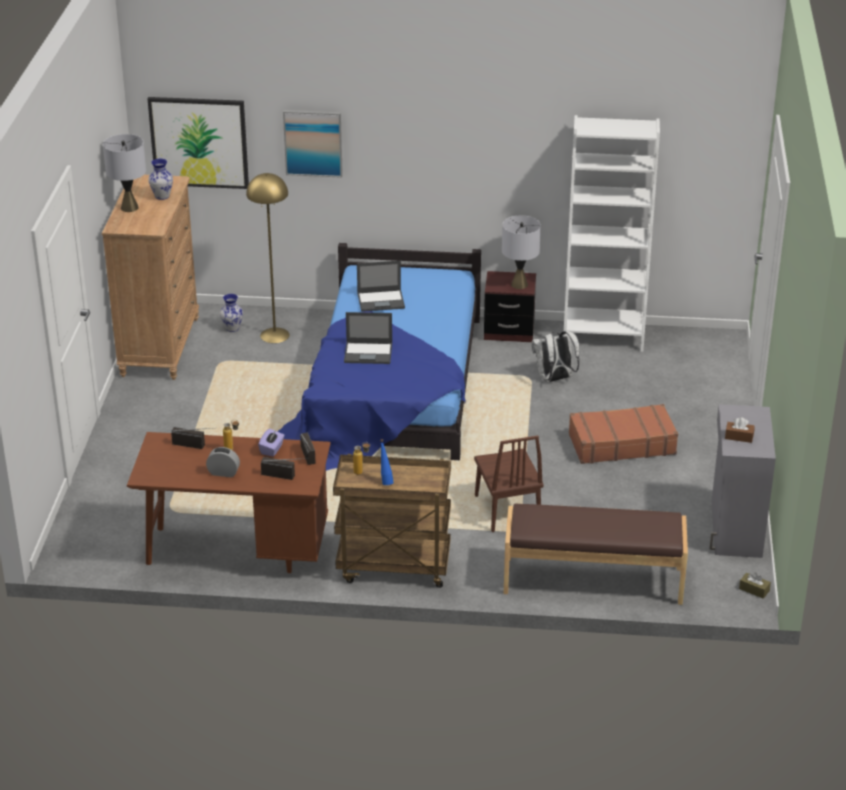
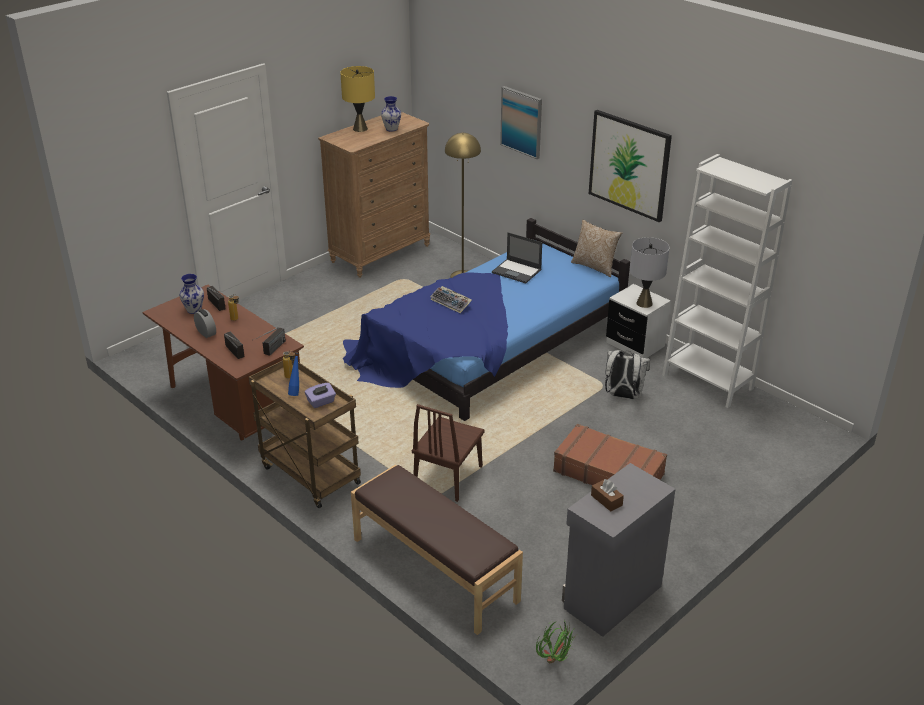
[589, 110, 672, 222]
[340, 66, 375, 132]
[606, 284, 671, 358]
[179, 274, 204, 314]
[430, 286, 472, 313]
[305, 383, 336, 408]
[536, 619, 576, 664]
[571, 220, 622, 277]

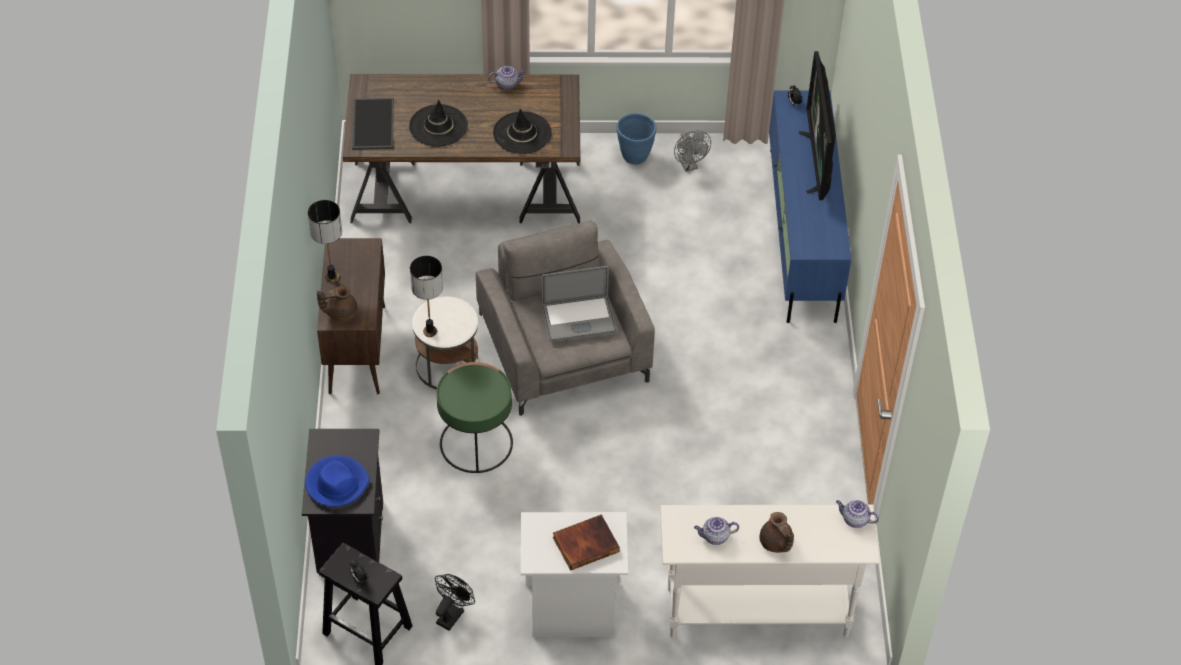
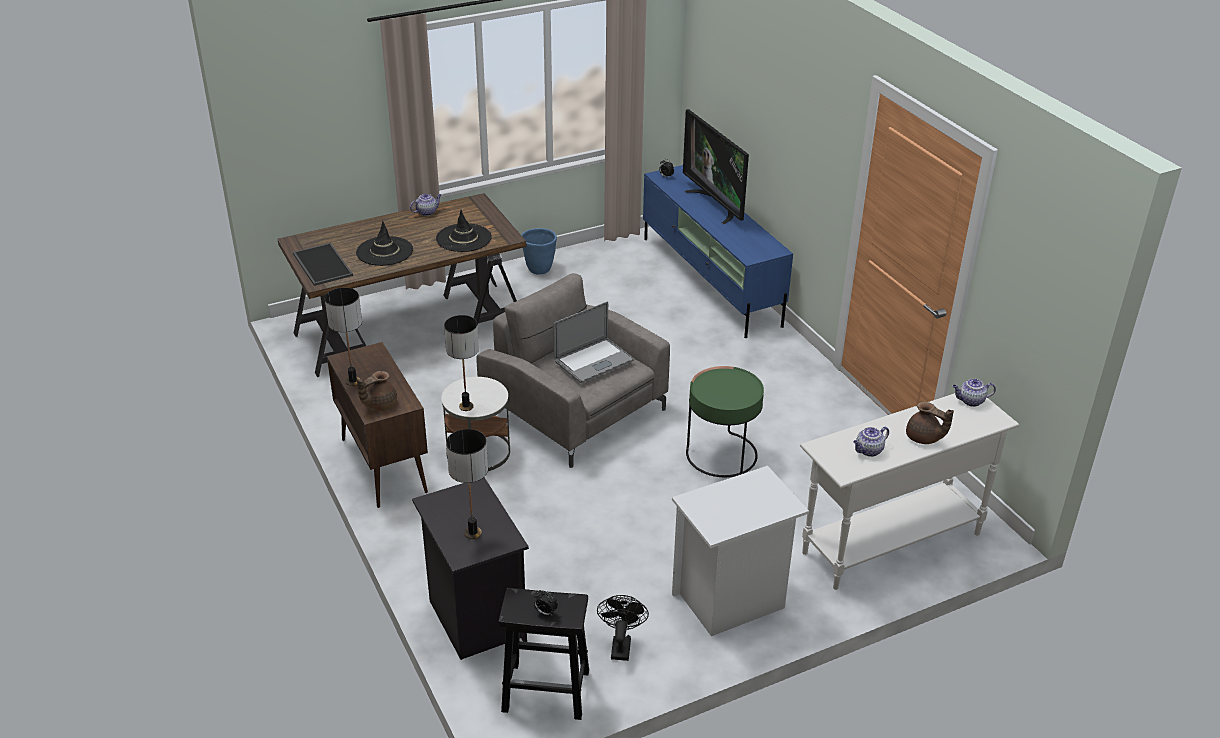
[674, 131, 711, 172] (first image)
[686, 366, 764, 477]
[446, 429, 488, 539]
[553, 514, 620, 571] (first image)

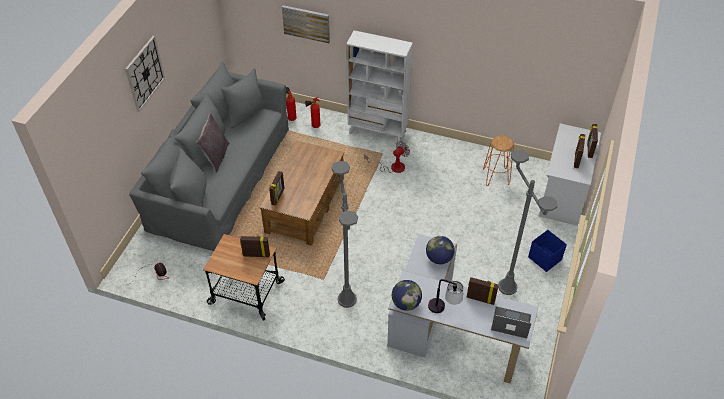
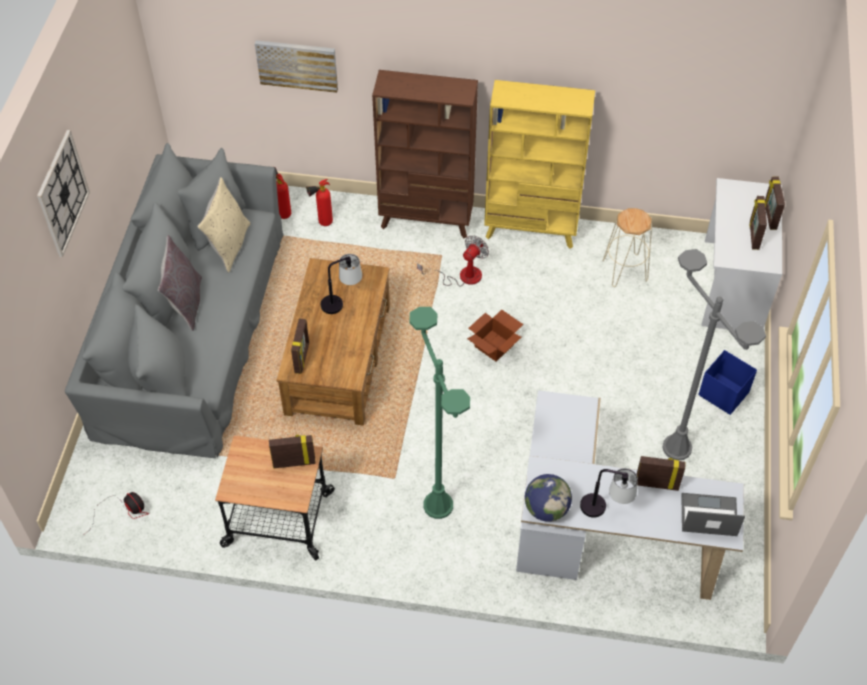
[372, 70, 478, 238]
[603, 208, 652, 287]
[409, 307, 470, 519]
[426, 236, 455, 264] (first image)
[484, 80, 595, 249]
[197, 177, 251, 272]
[320, 254, 362, 314]
[467, 309, 523, 361]

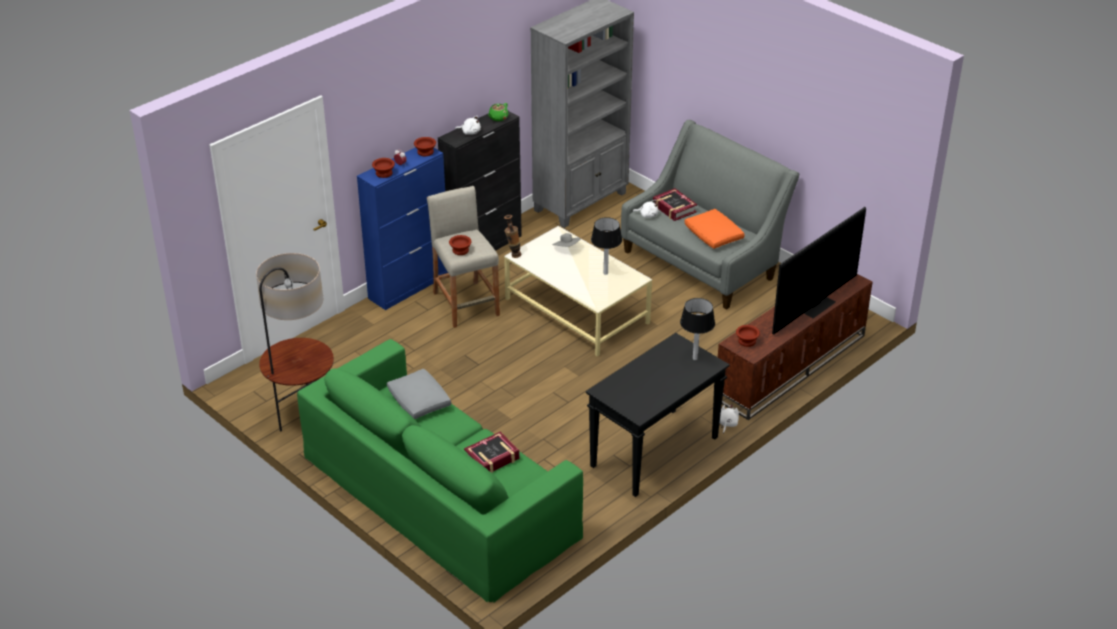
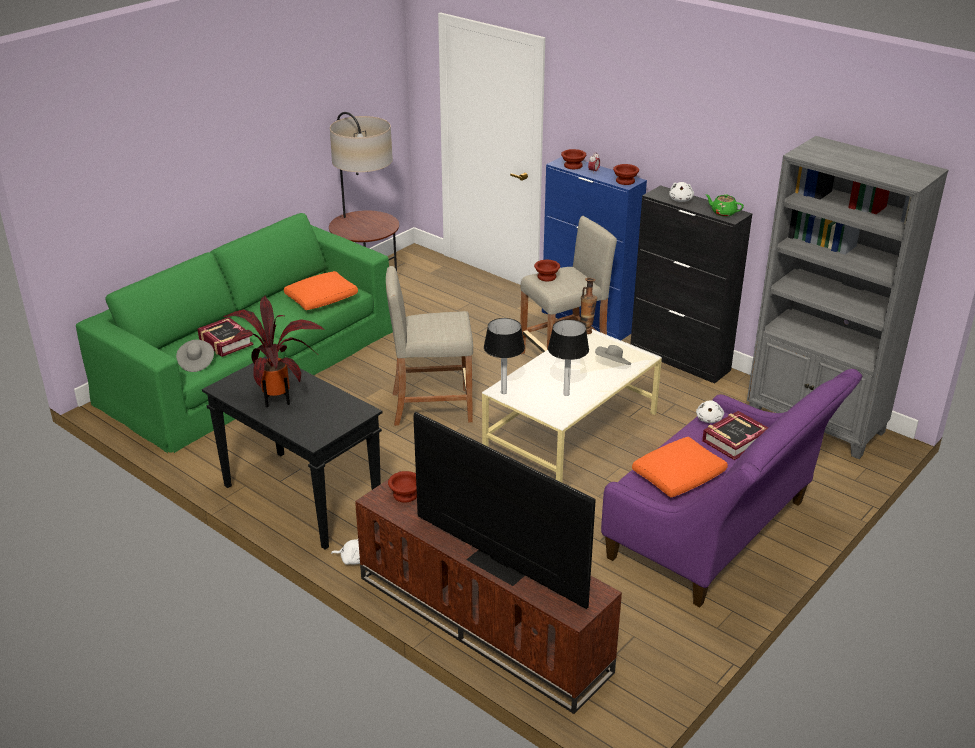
[601, 369, 862, 607]
[484, 318, 525, 394]
[284, 271, 358, 310]
[386, 266, 473, 426]
[223, 295, 324, 407]
[176, 339, 214, 372]

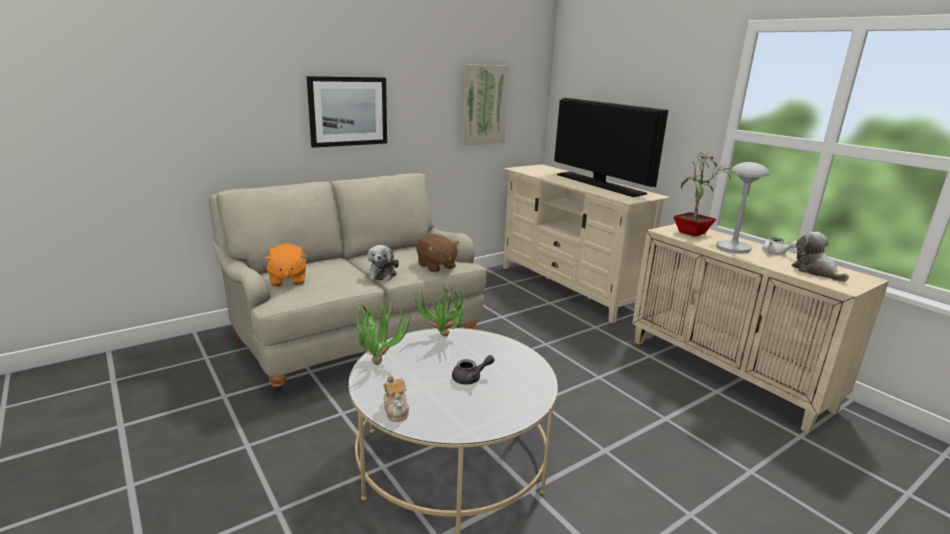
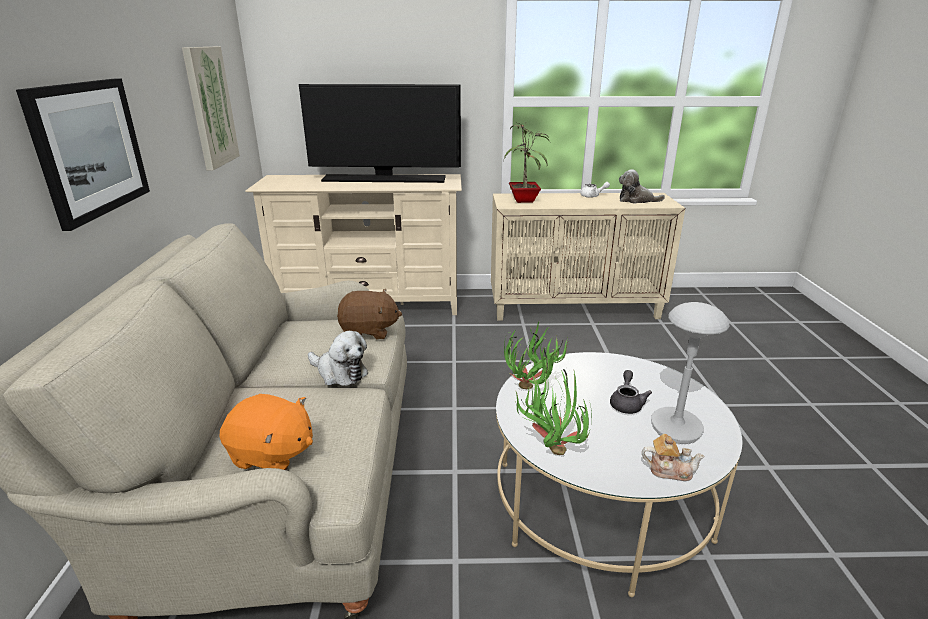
[651, 302, 730, 444]

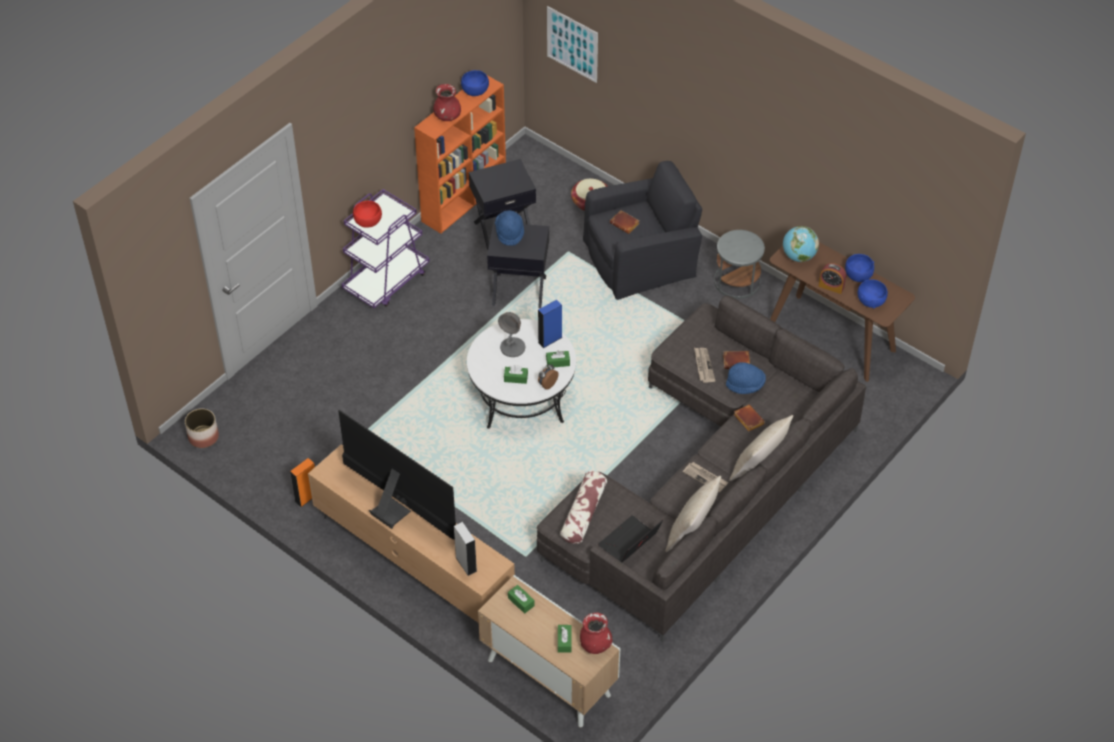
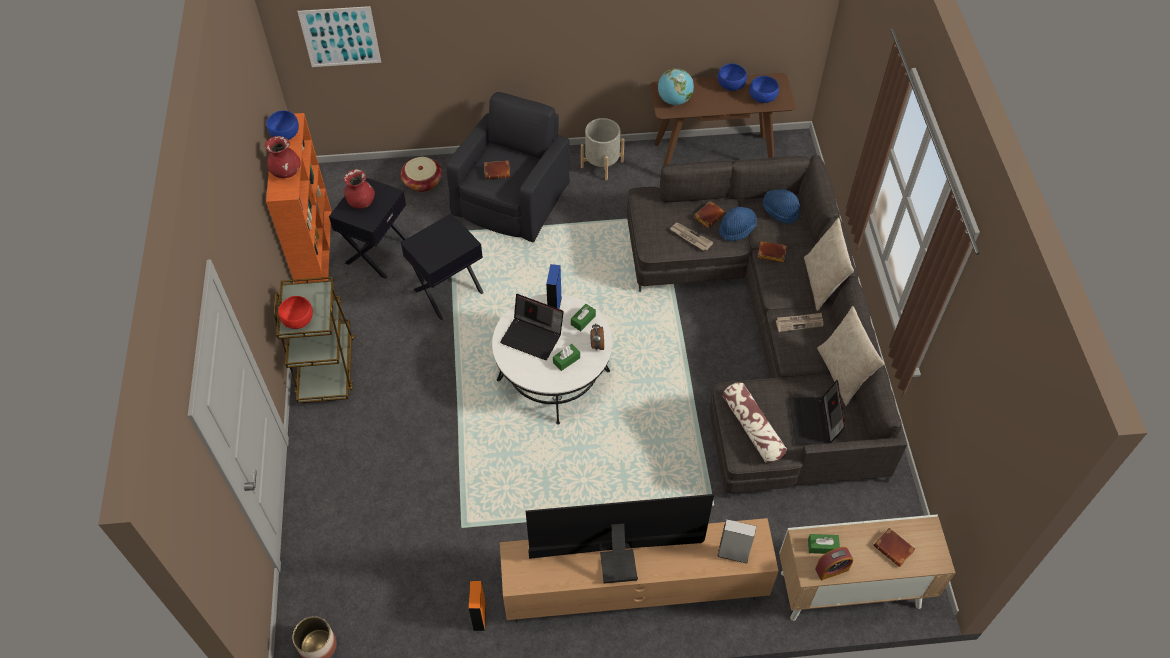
[274, 277, 355, 403]
[763, 189, 800, 224]
[581, 118, 624, 180]
[815, 547, 853, 580]
[500, 294, 564, 360]
[344, 169, 375, 209]
[873, 528, 915, 567]

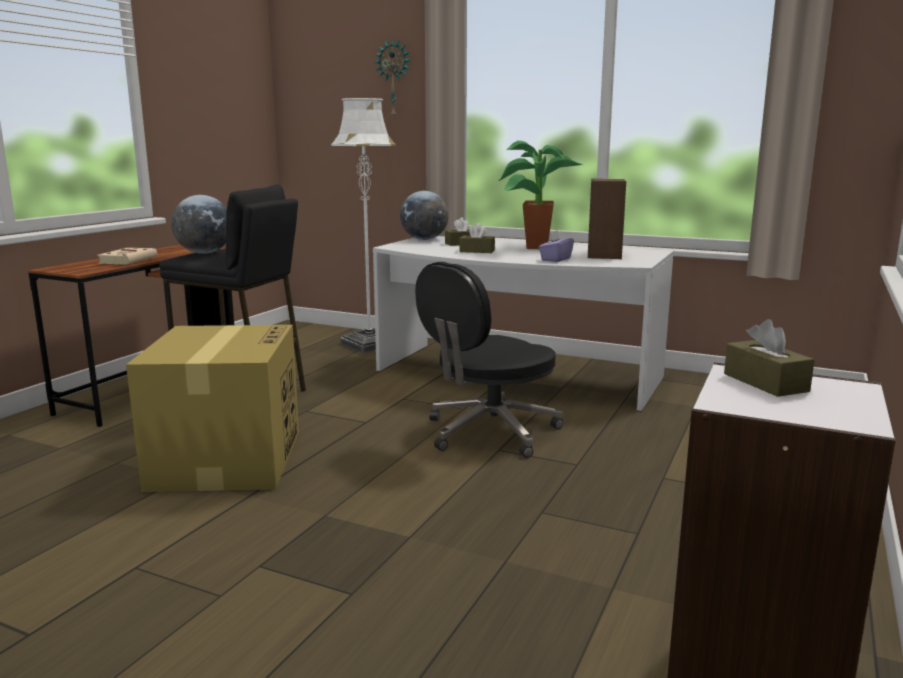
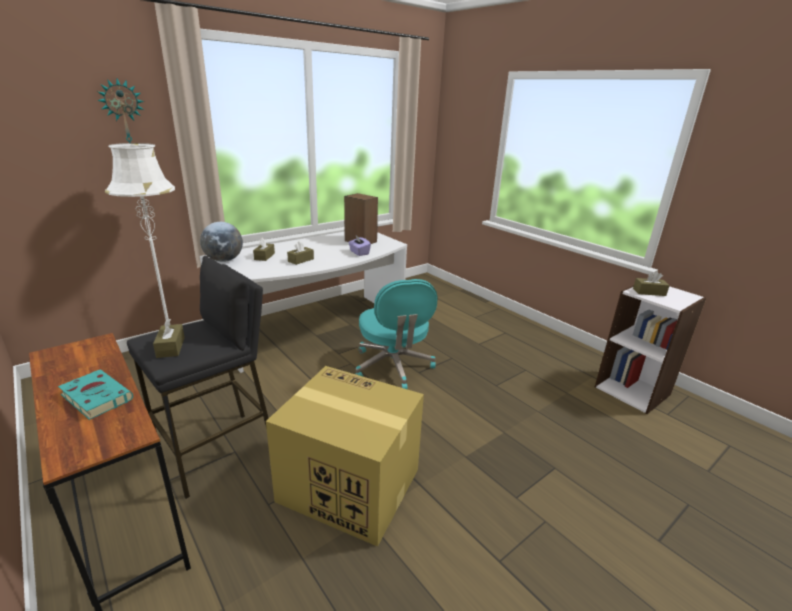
[499, 141, 583, 249] (first image)
[153, 319, 185, 358]
[58, 370, 133, 420]
[356, 279, 438, 389]

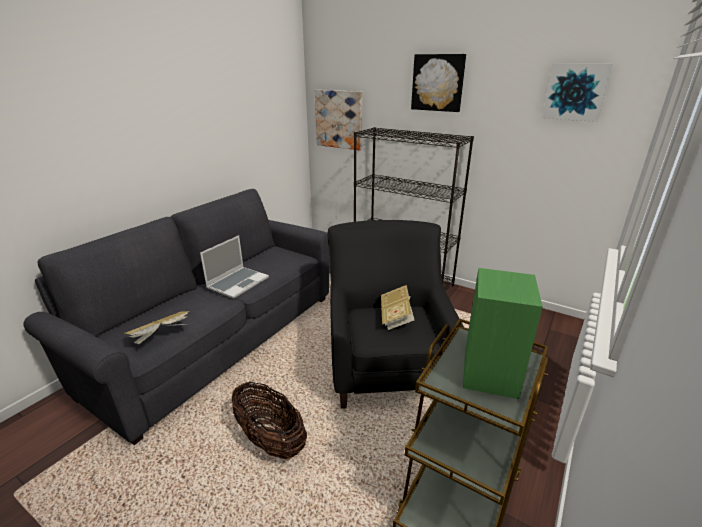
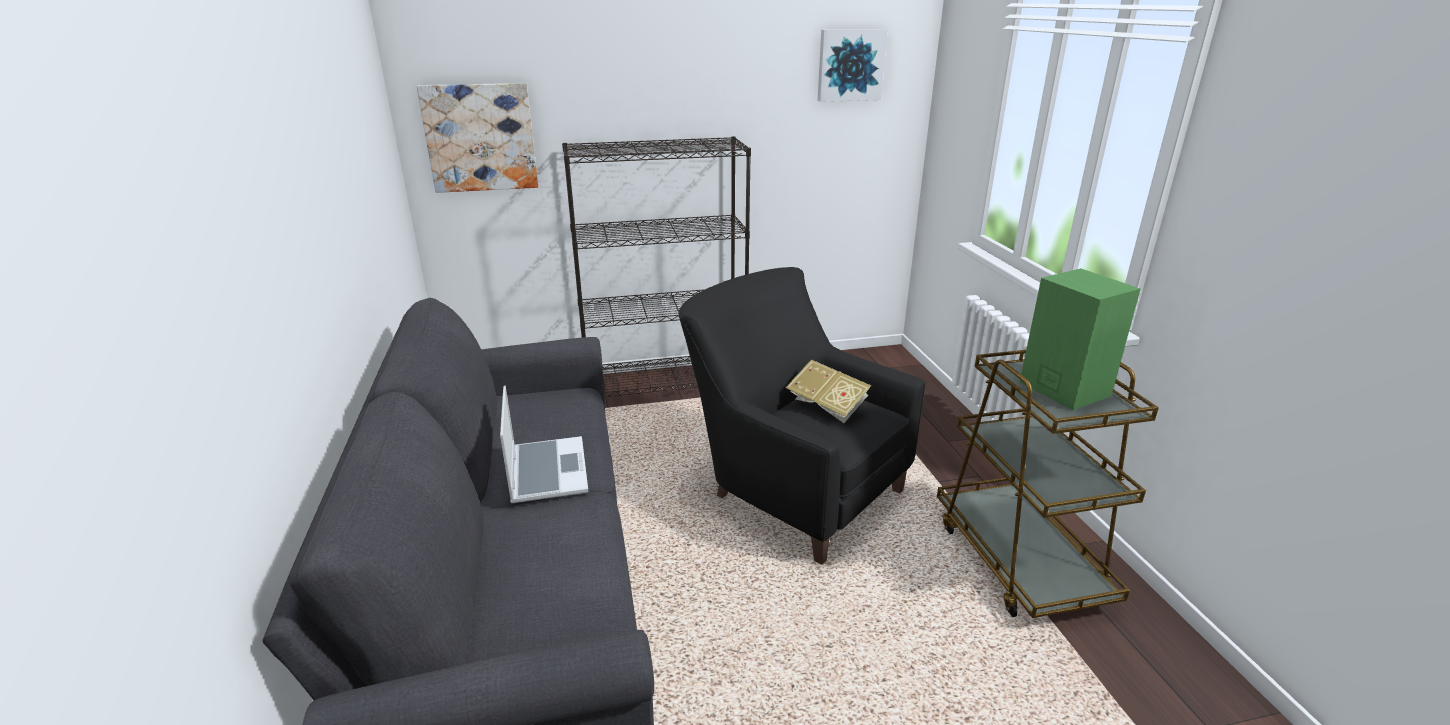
[411, 54, 466, 112] (first image)
[124, 311, 189, 344] (first image)
[232, 382, 307, 460] (first image)

